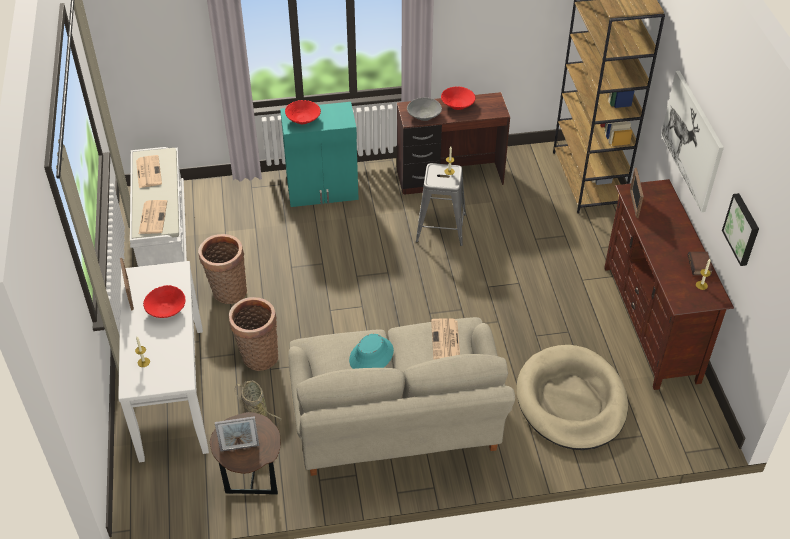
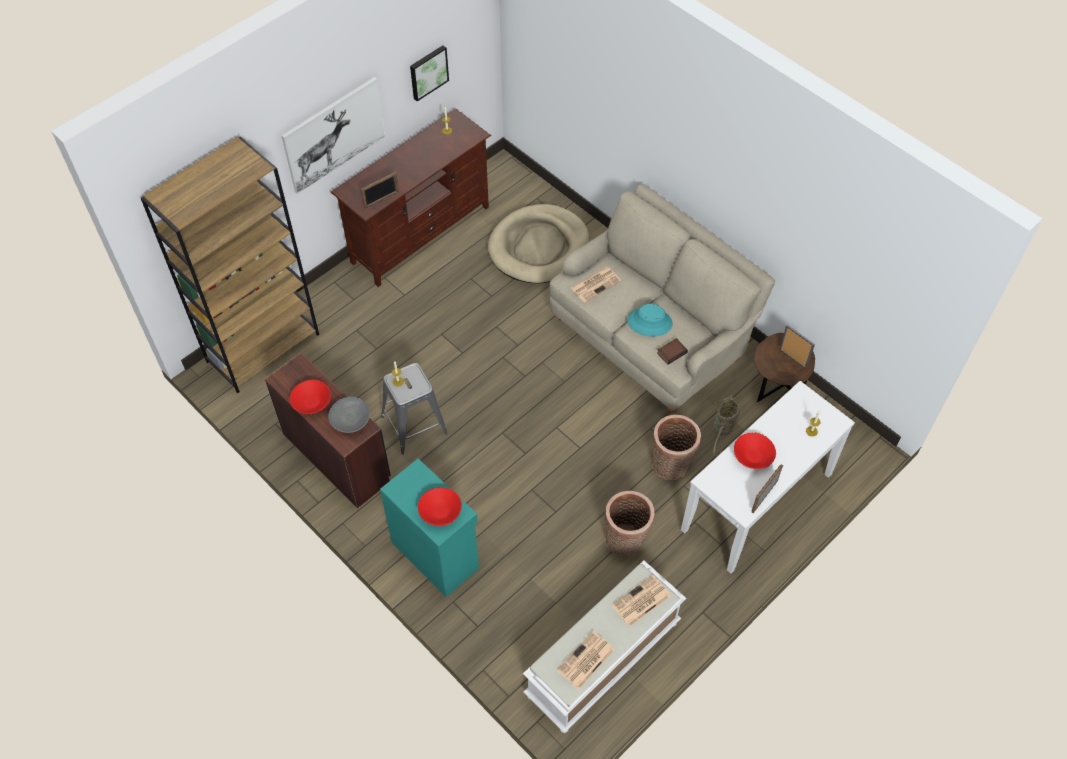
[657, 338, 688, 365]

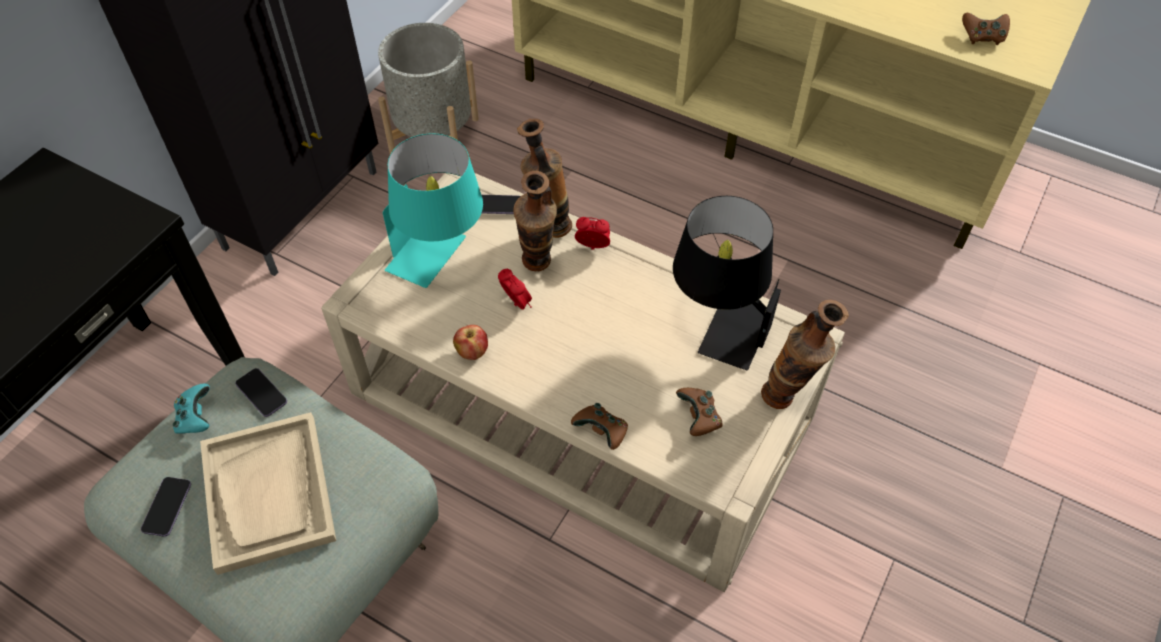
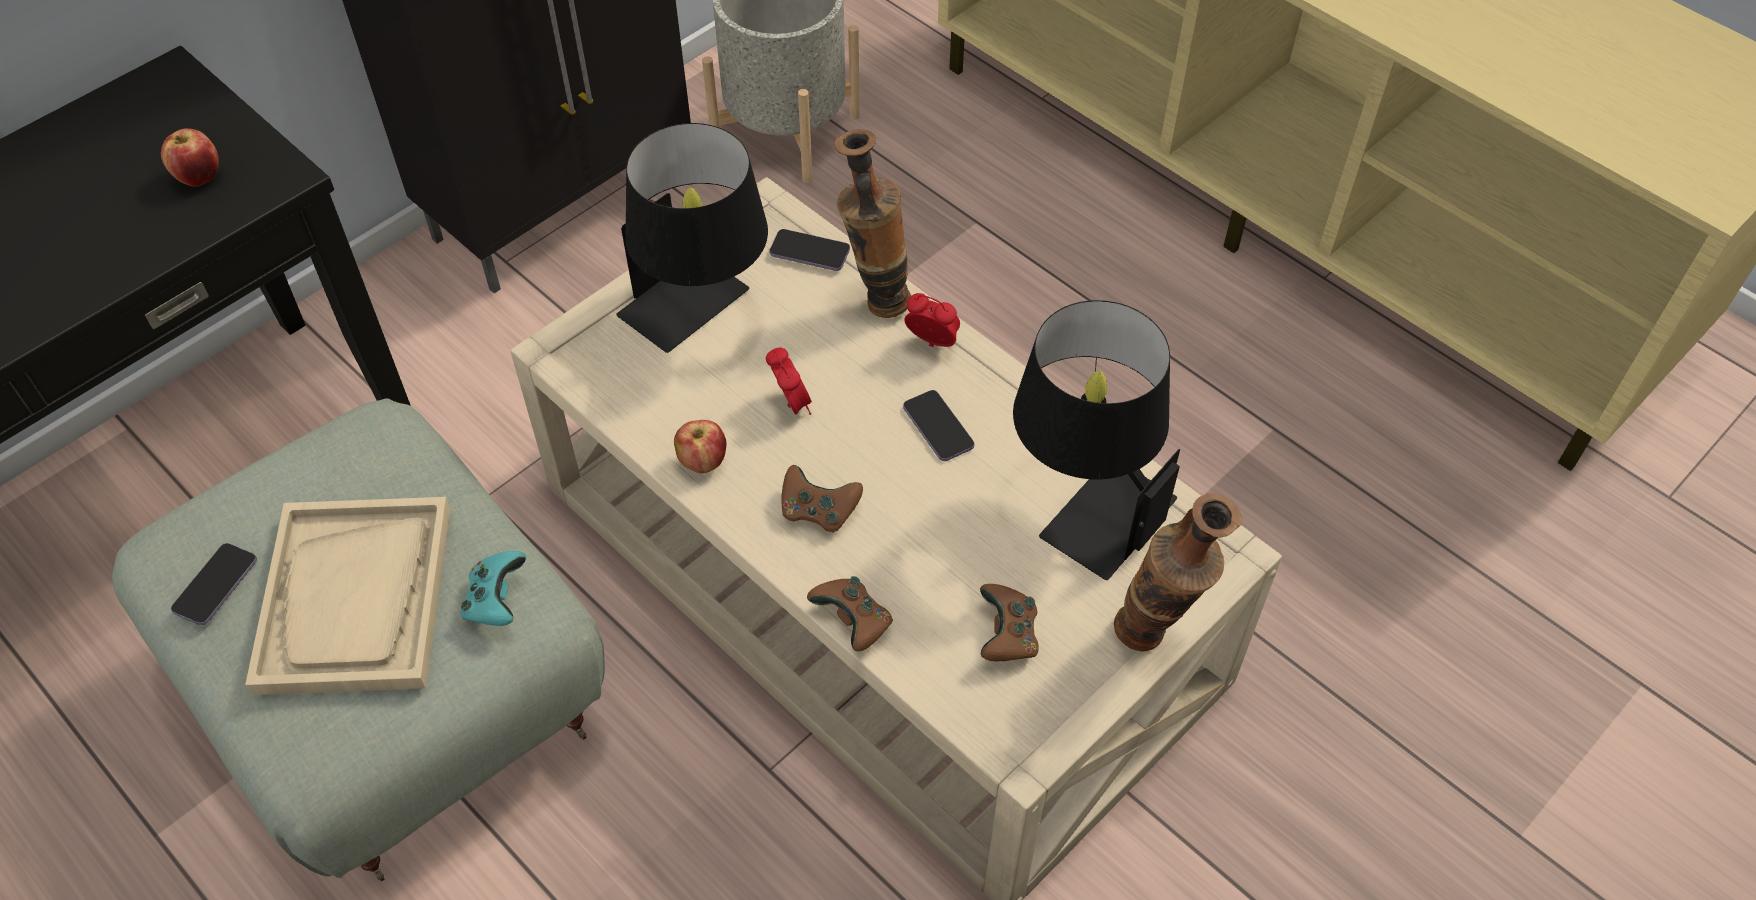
[781, 465, 863, 532]
[616, 123, 768, 353]
[513, 171, 557, 271] (first image)
[903, 390, 974, 461]
[461, 551, 526, 626]
[161, 128, 219, 187]

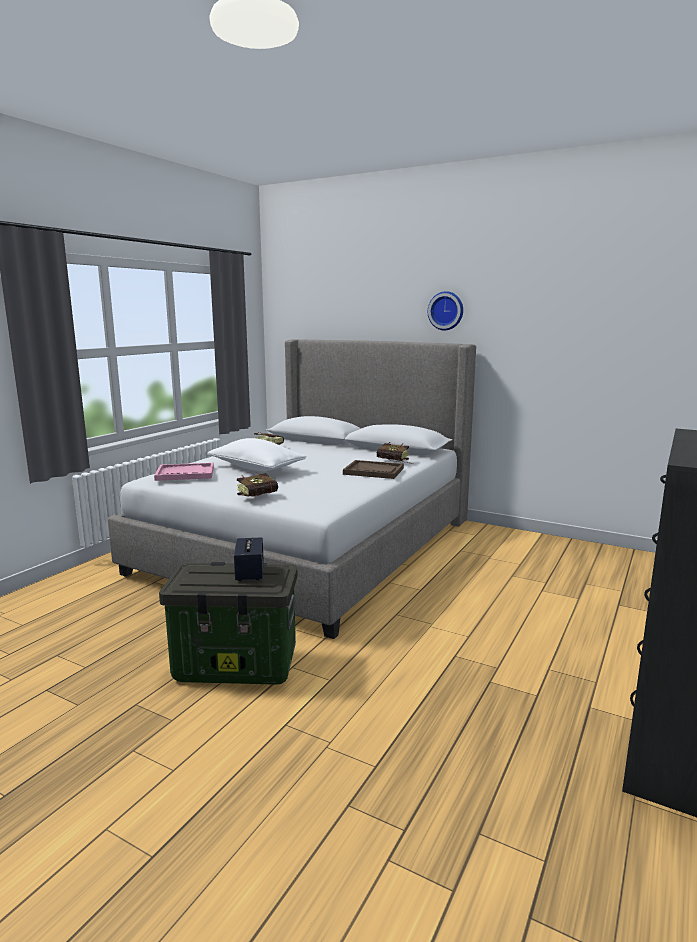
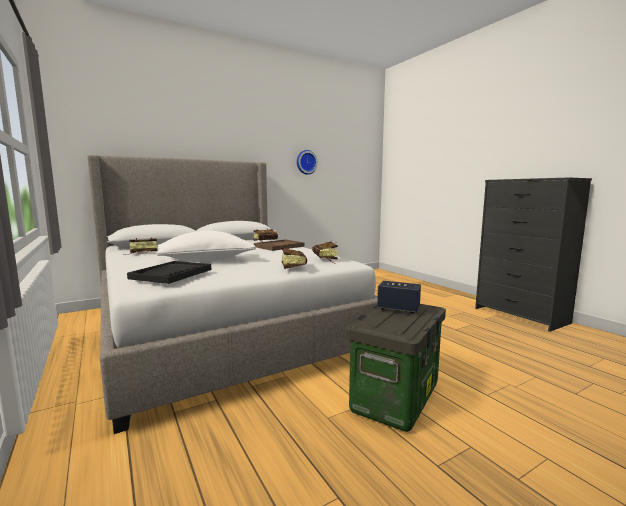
[297, 150, 318, 175]
[127, 261, 211, 284]
[312, 241, 338, 263]

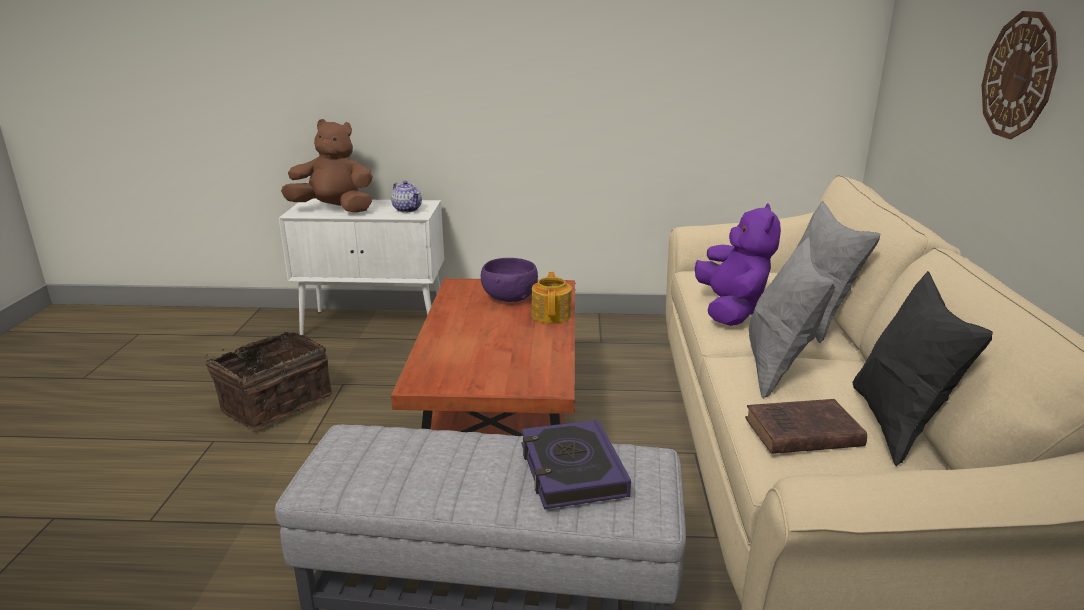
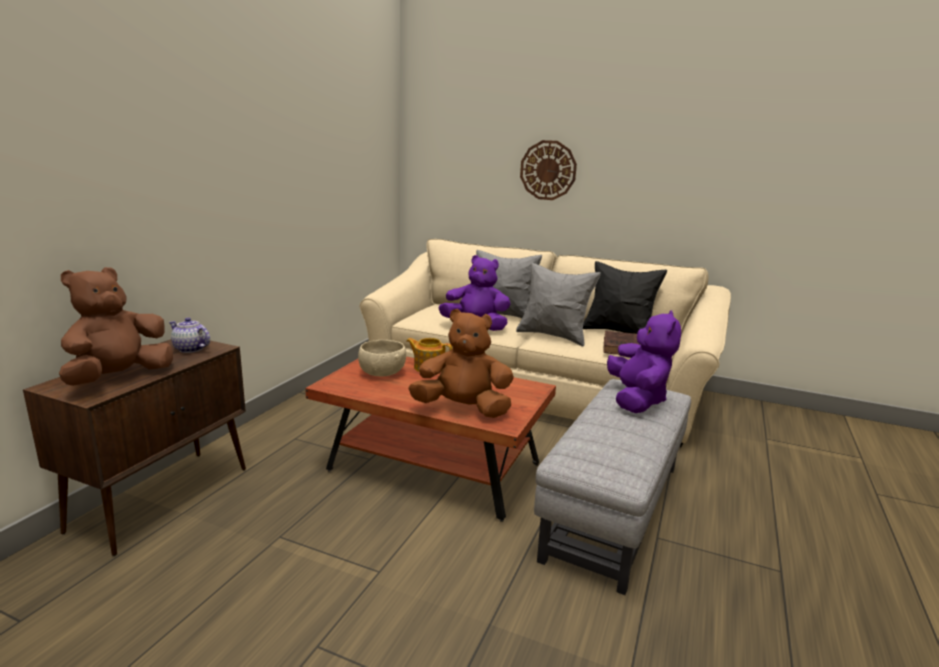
[169, 317, 210, 353]
[23, 339, 246, 556]
[358, 340, 406, 376]
[205, 332, 332, 430] (first image)
[607, 310, 681, 413]
[408, 309, 514, 418]

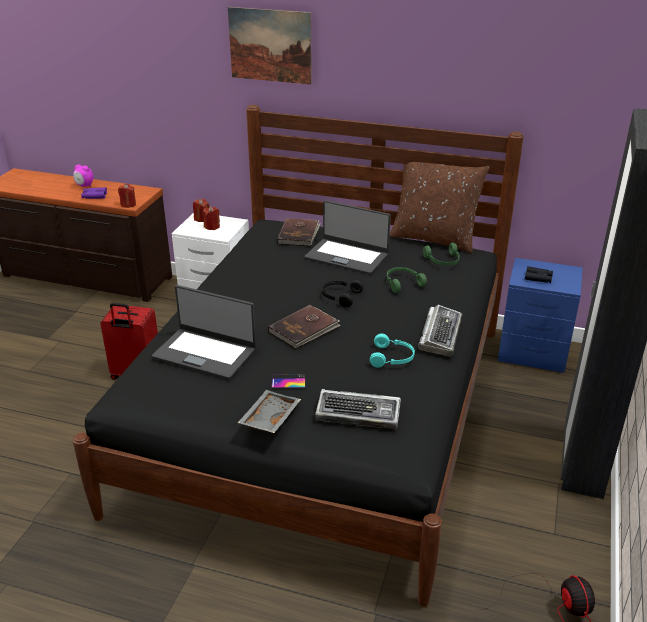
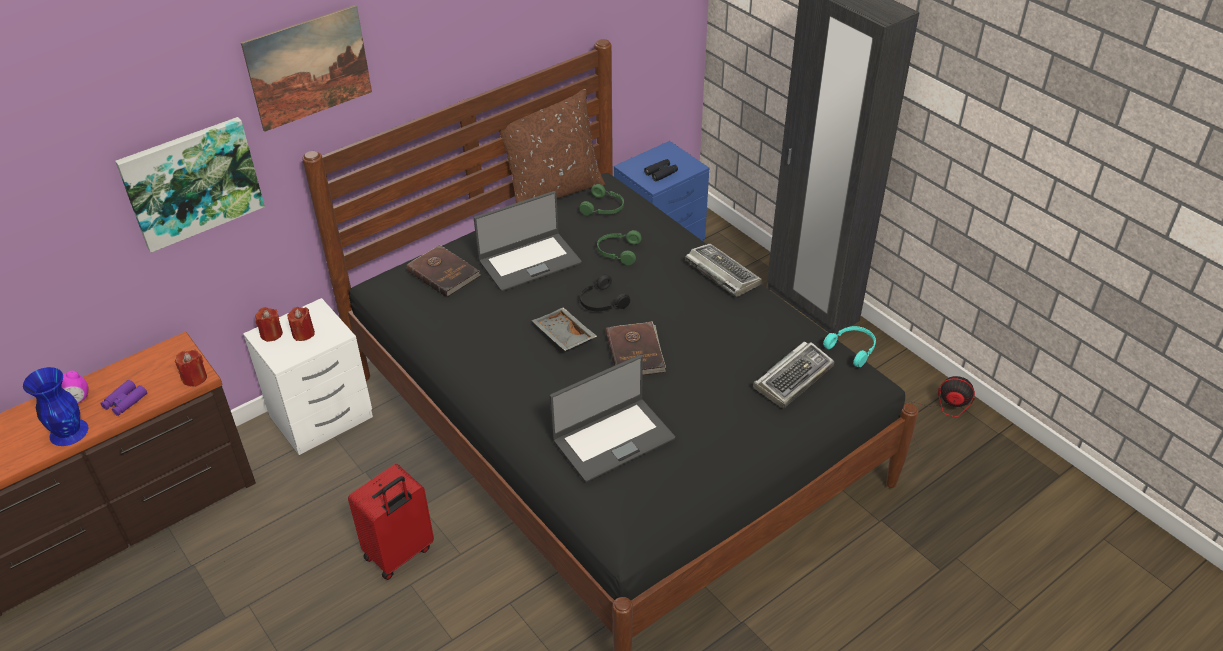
[823, 326, 876, 367]
[271, 374, 305, 388] (first image)
[532, 308, 597, 351]
[115, 117, 265, 253]
[23, 367, 88, 446]

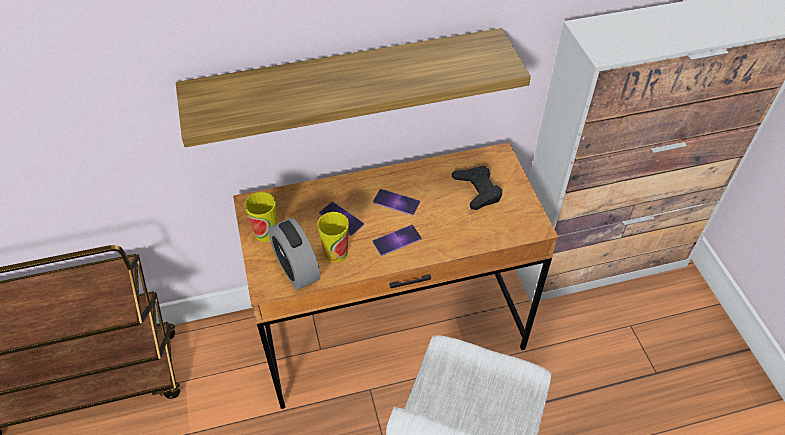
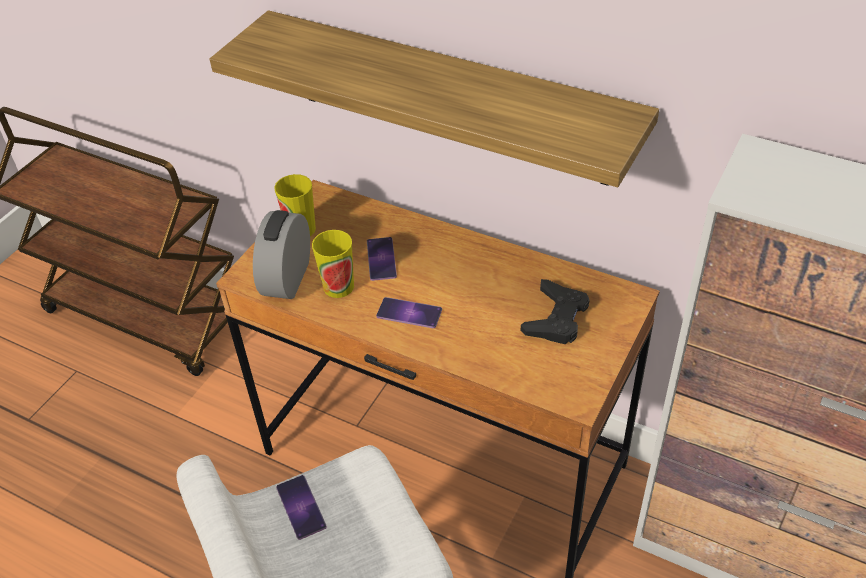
[276, 475, 327, 540]

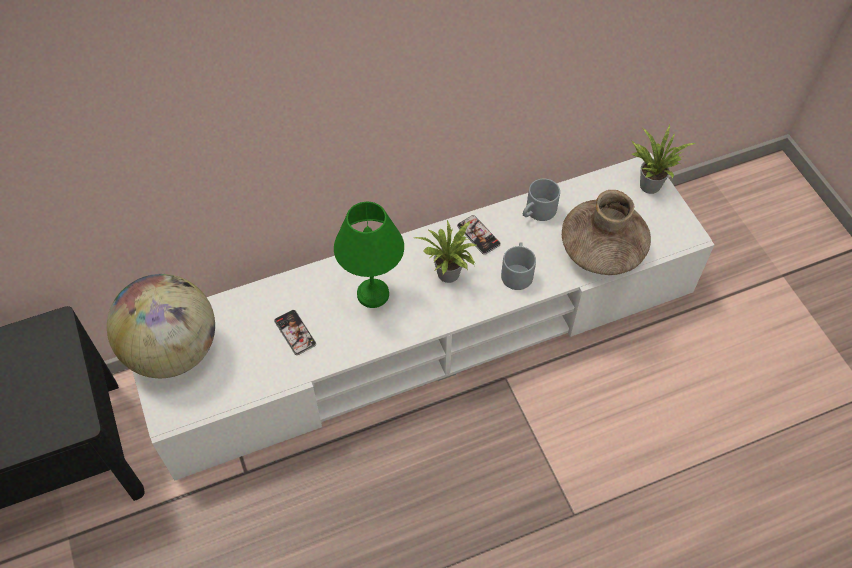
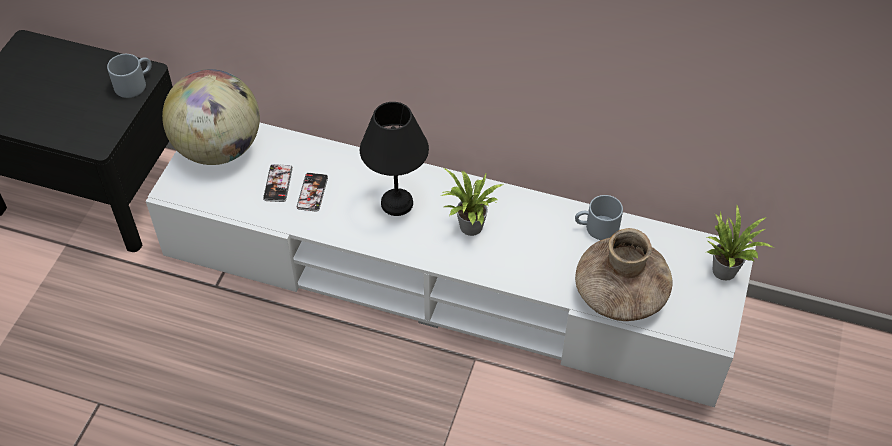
[360, 102, 429, 216]
[263, 164, 293, 202]
[107, 54, 152, 98]

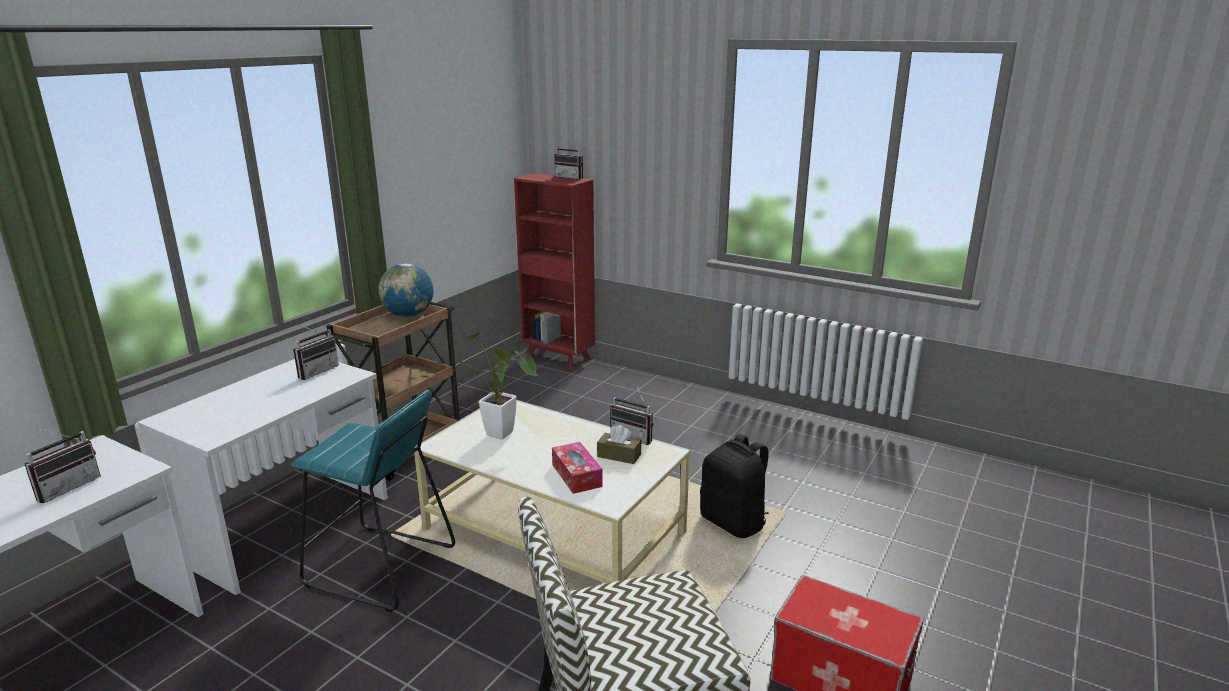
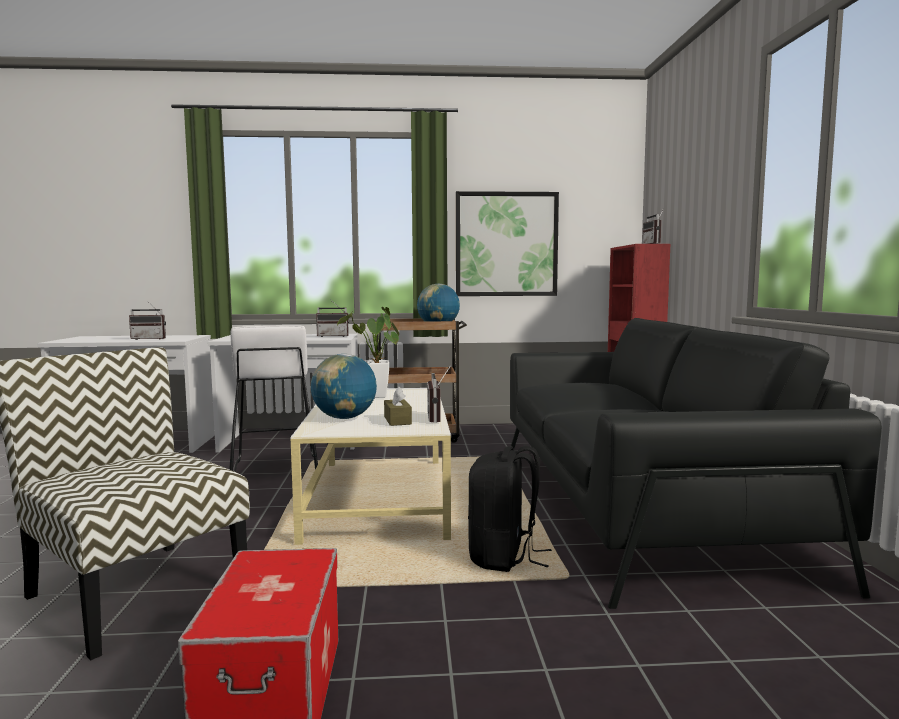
[229, 325, 318, 472]
[311, 354, 377, 419]
[456, 191, 559, 296]
[510, 318, 882, 609]

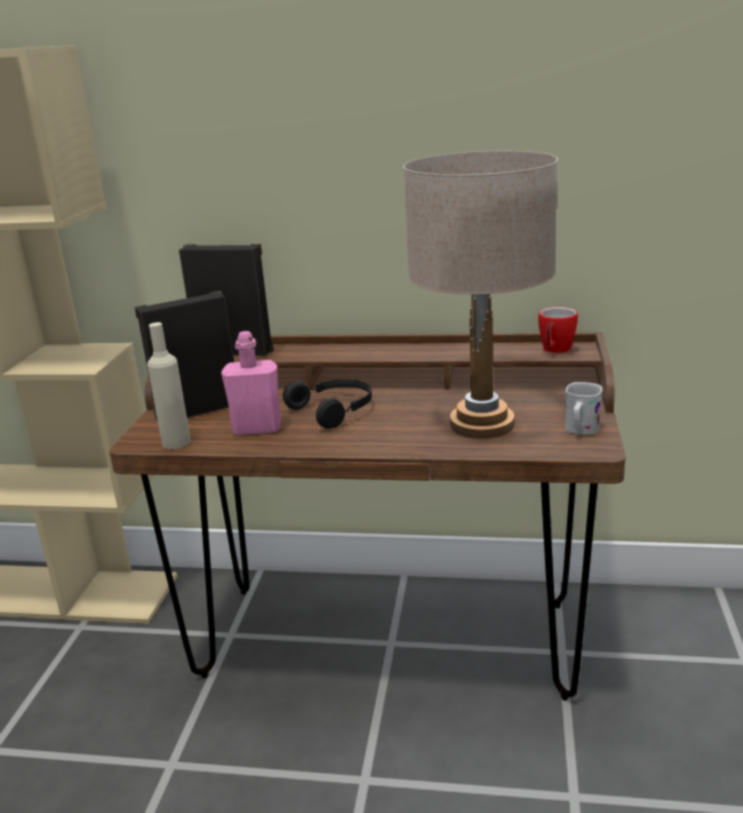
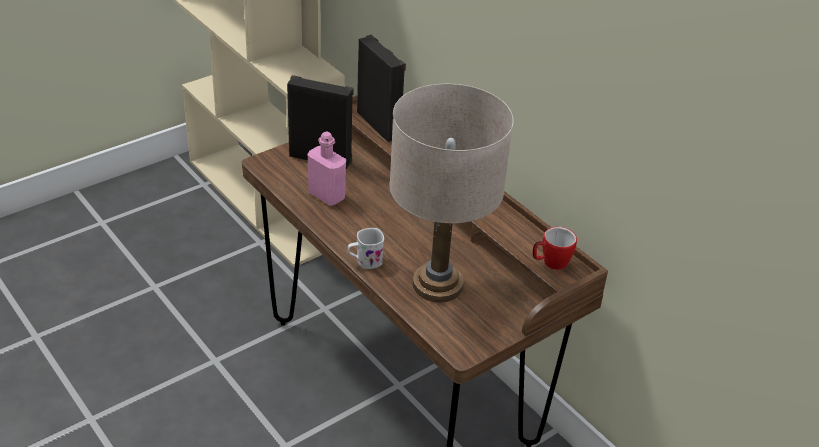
[147, 322, 191, 449] (first image)
[283, 379, 372, 429] (first image)
[348, 228, 384, 269]

